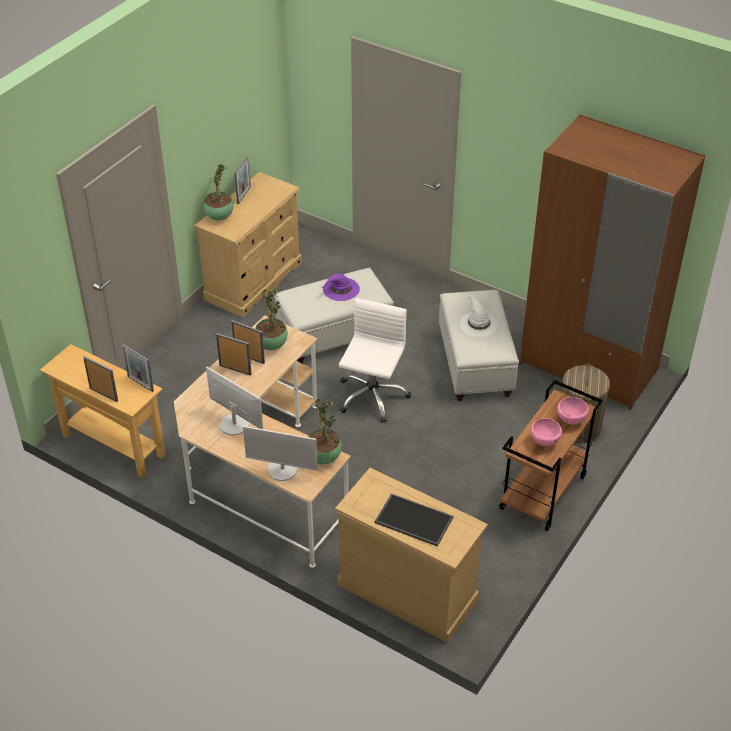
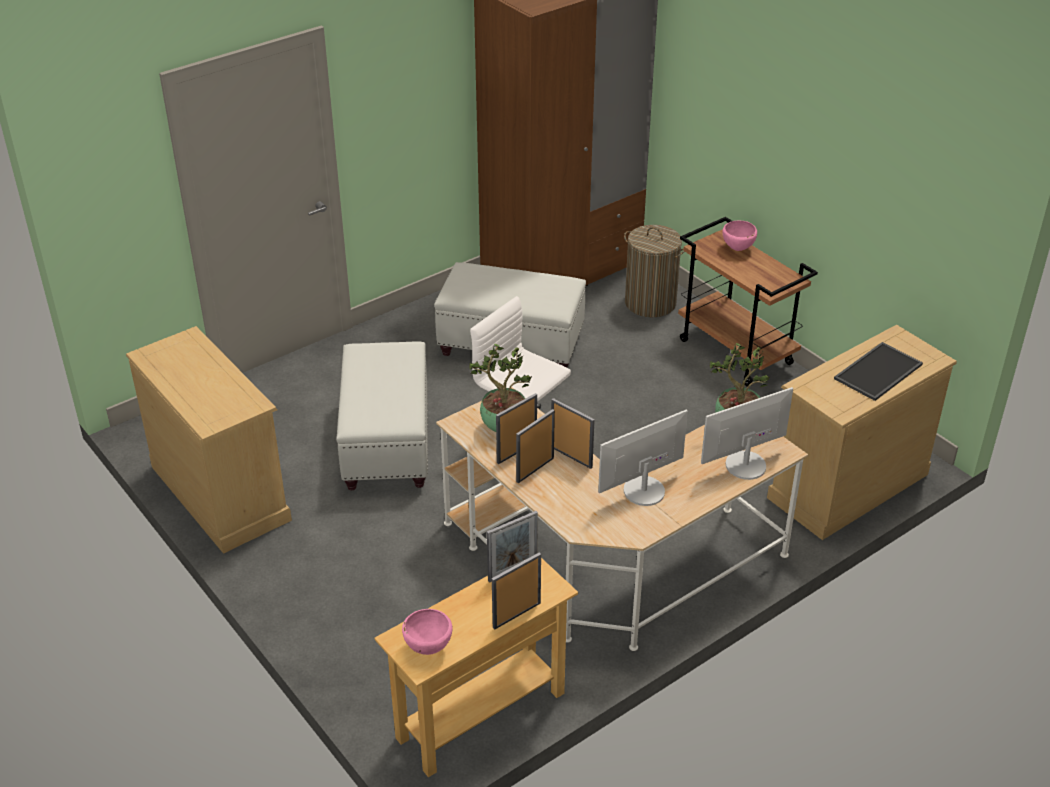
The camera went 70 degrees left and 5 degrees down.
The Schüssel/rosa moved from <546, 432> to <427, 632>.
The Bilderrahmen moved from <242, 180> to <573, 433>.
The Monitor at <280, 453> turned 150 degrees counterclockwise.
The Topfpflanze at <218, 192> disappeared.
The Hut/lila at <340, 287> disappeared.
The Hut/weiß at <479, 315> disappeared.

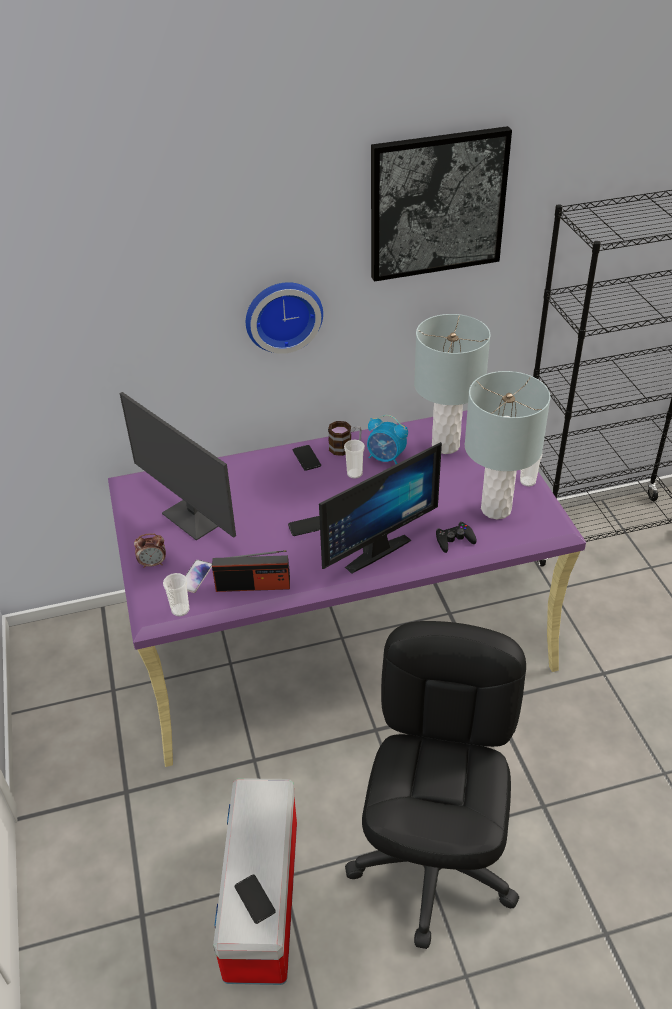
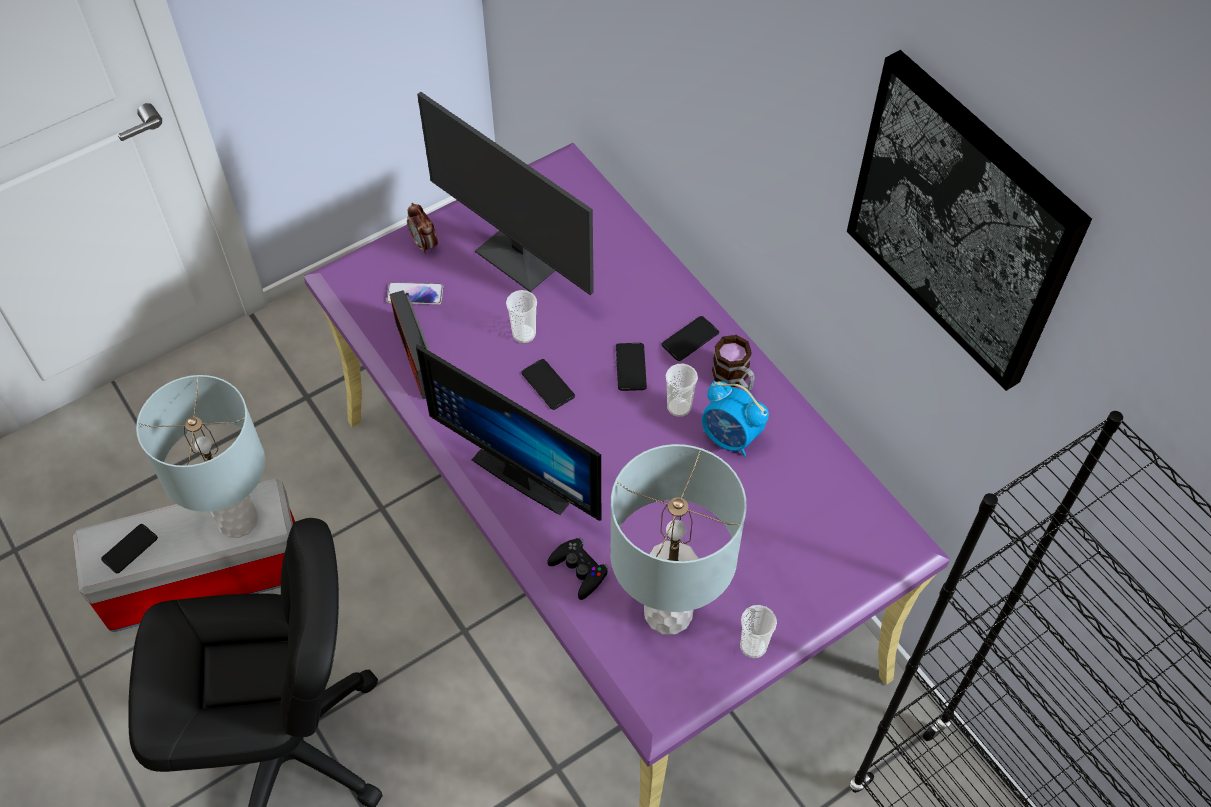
The camera went 70 degrees right and 15 degrees up.
The Tischlampe/grau moved from <452, 384> to <200, 456>.
The Monitor at <178, 466> turned 75 degrees counterclockwise.
The Tasse moved from <176, 594> to <521, 316>.
The Handy at <631, 367> appeared.
The Wecker at <387, 439> turned 60 degrees counterclockwise.
The Wanduhr at <284, 318> disappeared.

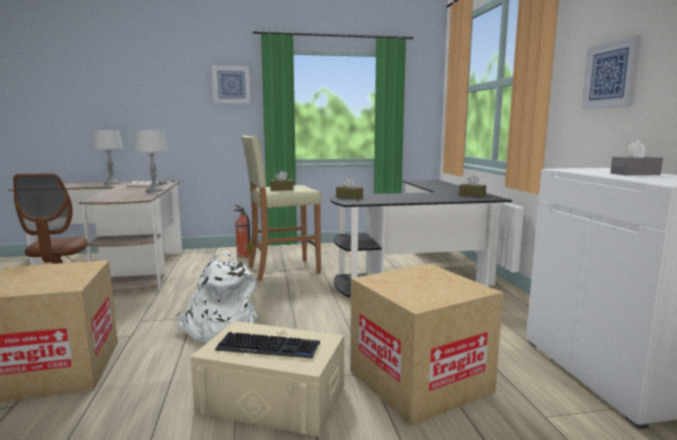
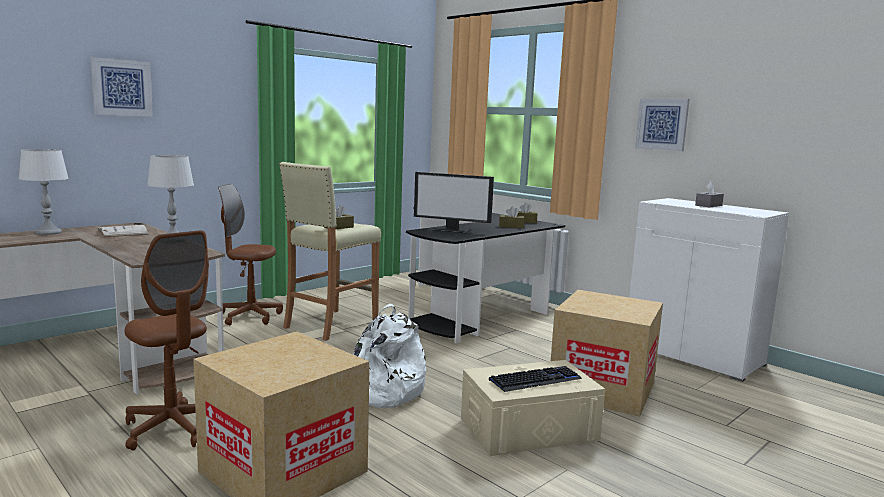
The camera went 35 degrees left and 0 degrees up.
The Bild moved from <231, 84> to <121, 86>.
The Feuerlöscher at <242, 231> was replaced by the Bürostuhl/braun at <250, 254>.
The Monitor at <454, 202> appeared.
The Taschentuchbox/braun moved from <349, 188> to <512, 217>.

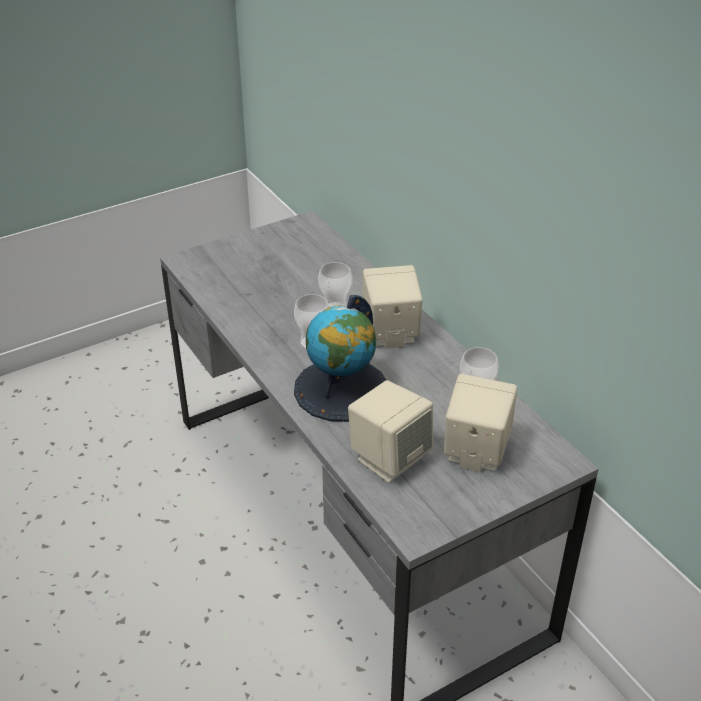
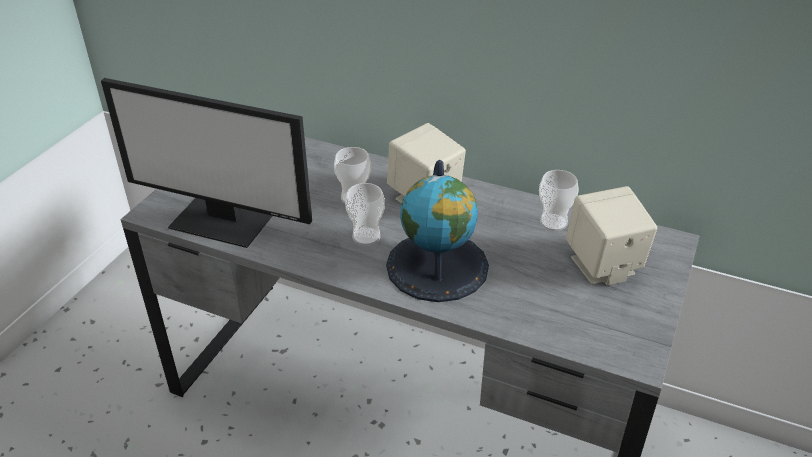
The camera went 35 degrees left and 0 degrees up.
The Monitor at <206, 163> appeared.
The Lautsprecher/beige at <391, 431> disappeared.

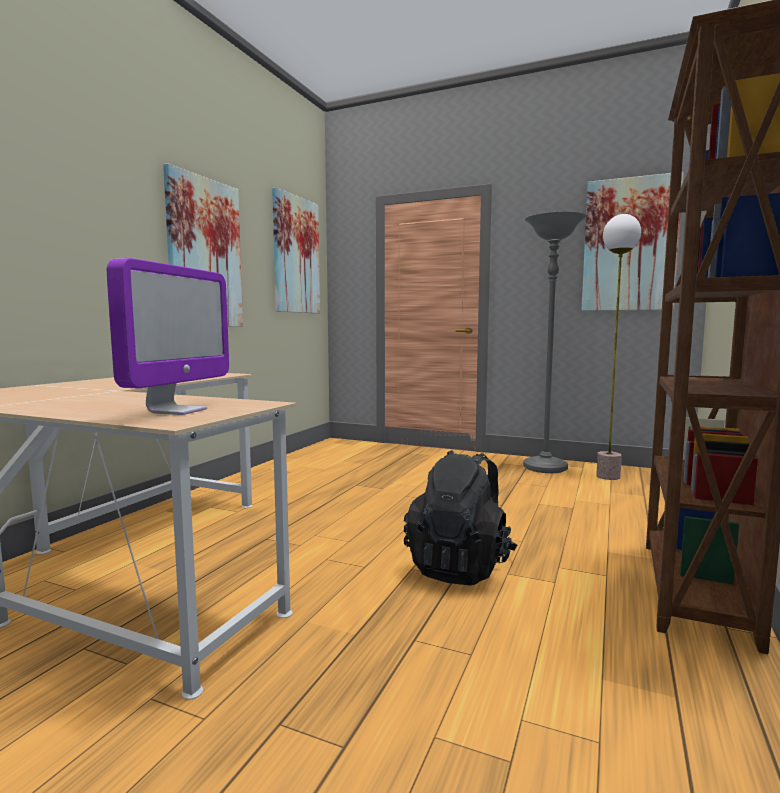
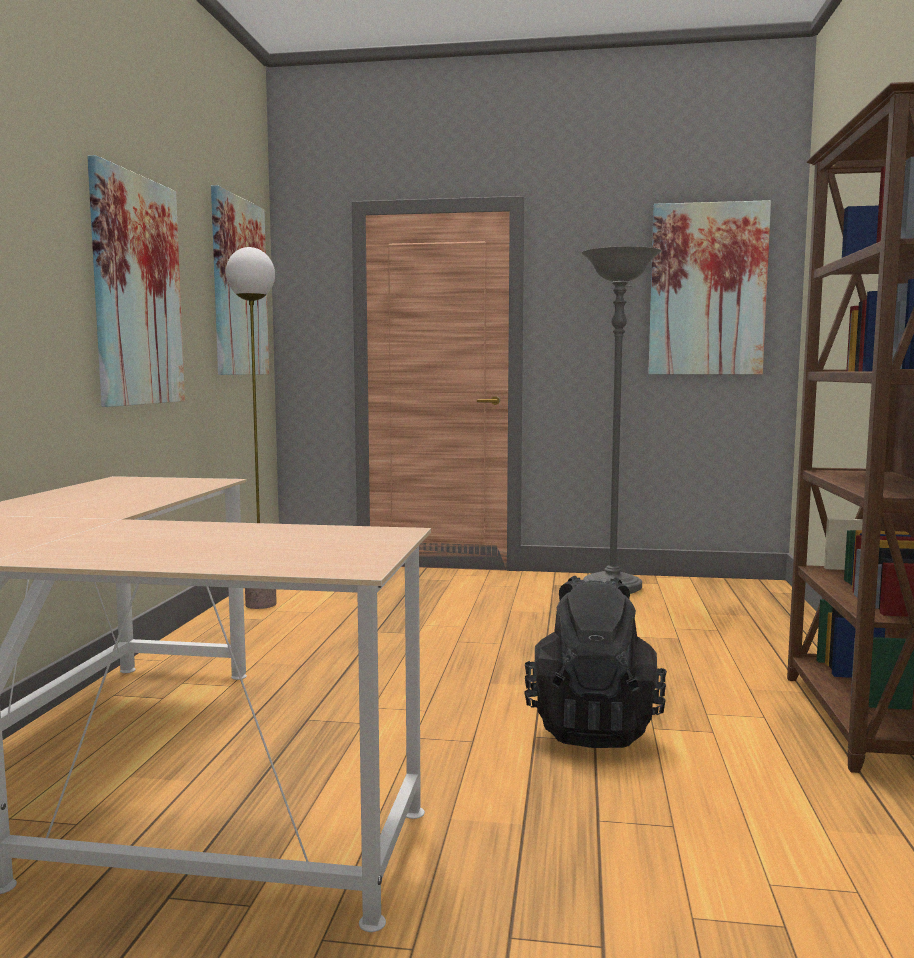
The camera went 15 degrees left and 0 degrees up.
The Stehlampe moved from <618, 347> to <251, 428>.
The Monitor at <168, 336> disappeared.

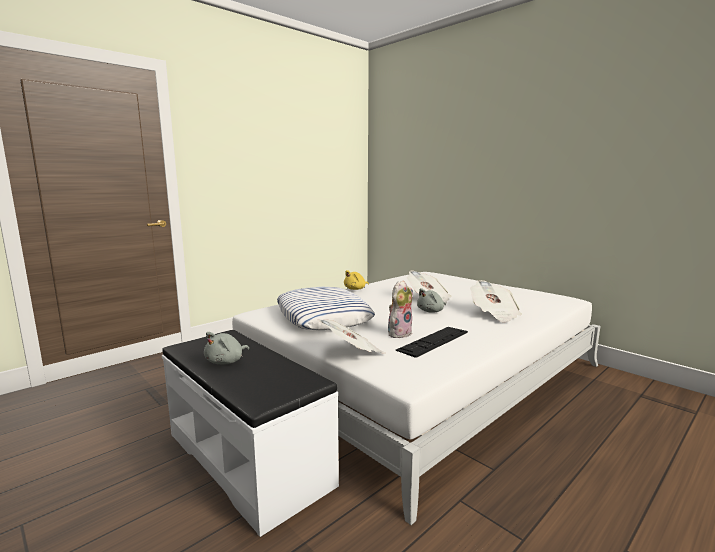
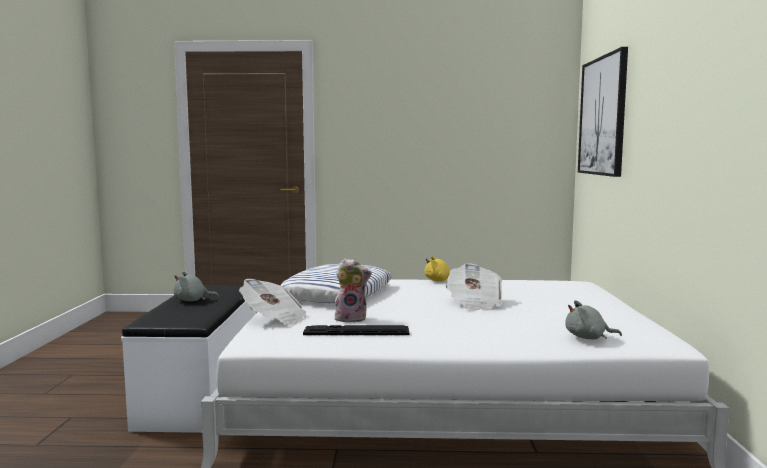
The camera went 45 degrees right and 5 degrees down.
The Plüschtier/grau moved from <431, 300> to <593, 319>.
The Bild at <603, 112> appeared.
The Zeitung at <496, 301> disappeared.

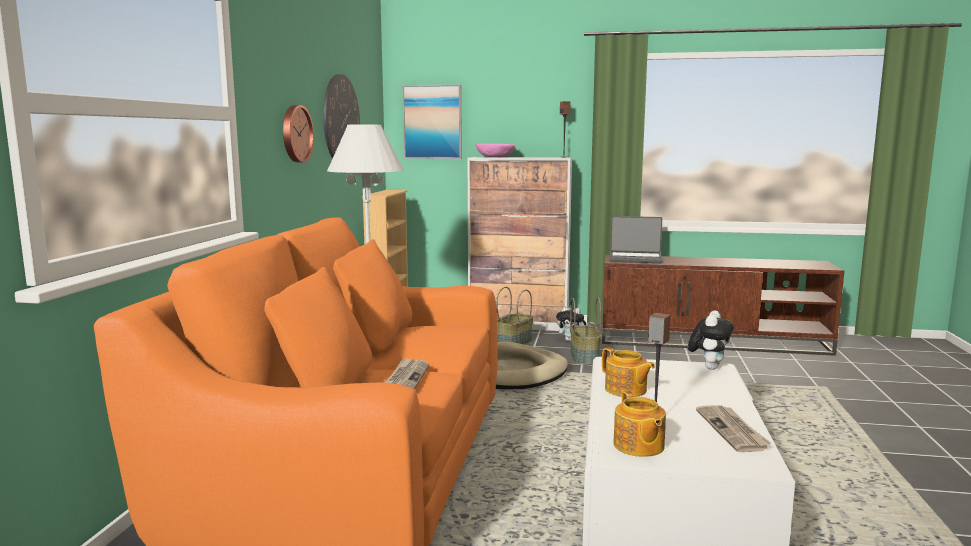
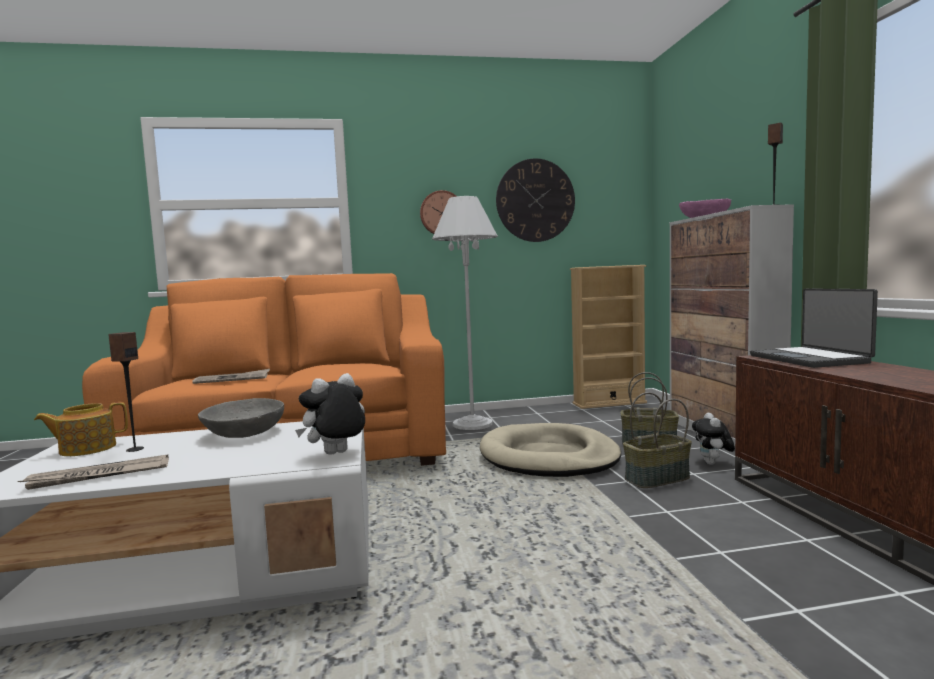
The camera went 70 degrees right and 5 degrees down.
The Teekanne at <628, 372> was replaced by the Schüssel/grau at <241, 418>.
The Plüschtier at <711, 340> turned 135 degrees clockwise.
The Bild at <432, 121> disappeared.

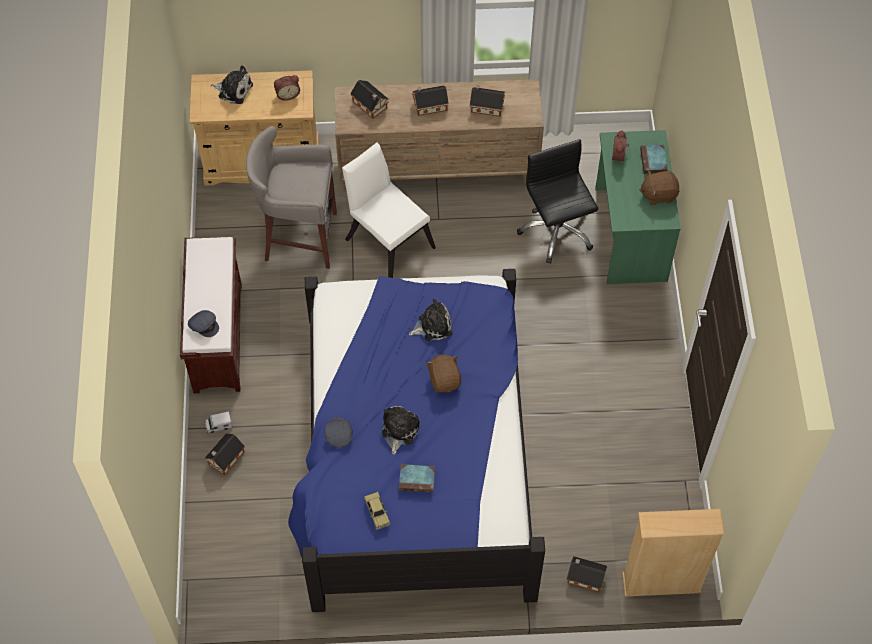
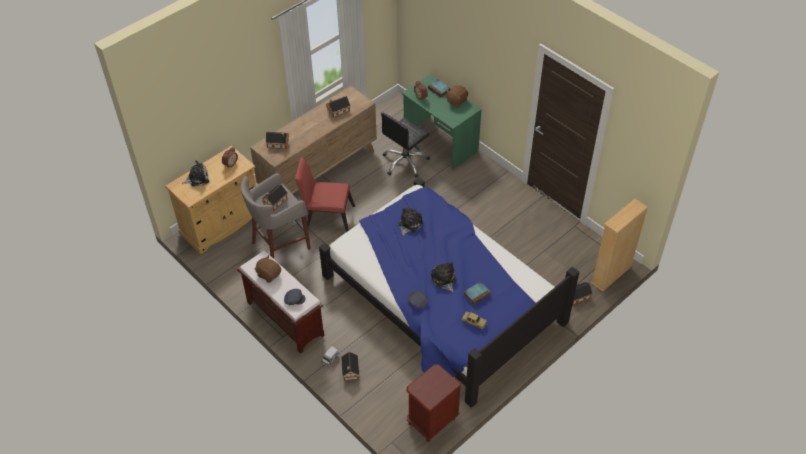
The camera went 40 degrees left and 10 degrees down.
The Plüschtier/braun moved from <443, 373> to <268, 269>.
The Spielzeughaus moved from <430, 100> to <274, 197>.
The Stuhl/weiß at <389, 210> became the Stuhl/rot at <325, 195>.
The Bürostuhl/schwarz at <557, 201> turned 75 degrees counterclockwise.
The Nachttisch/braun at <434, 403> appeared.

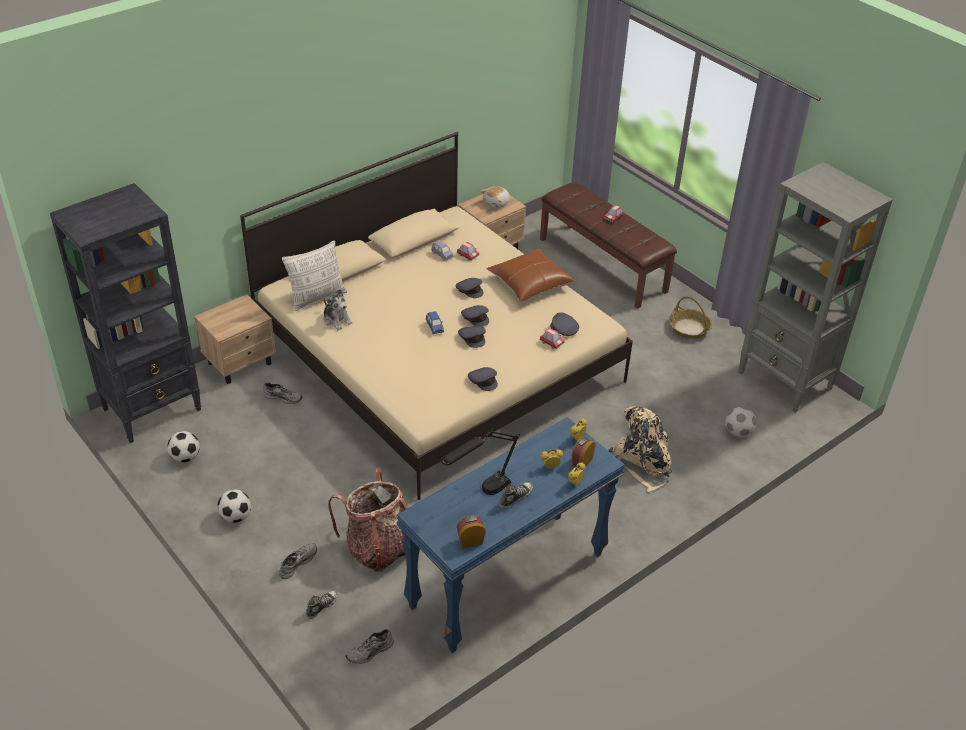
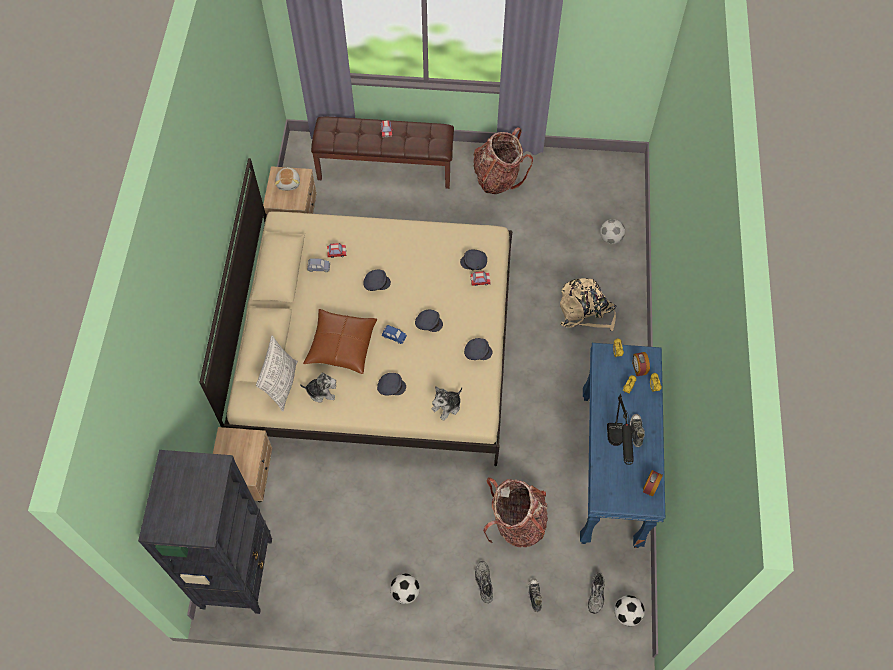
The camera went 45 degrees left and 20 degrees up.
The Kissen/braun moved from <530, 275> to <340, 341>.
The Kappe/grau moved from <475, 316> to <391, 384>.
The Plüschtier at <447, 403> appeared.
The Korb at <690, 317> was replaced by the Rucksack at <503, 160>.
The Fußball moved from <183, 447> to <629, 610>.
The Schuh/grau at <282, 393> disappeared.
The Bücherregal/grau at <815, 287> disappeared.

